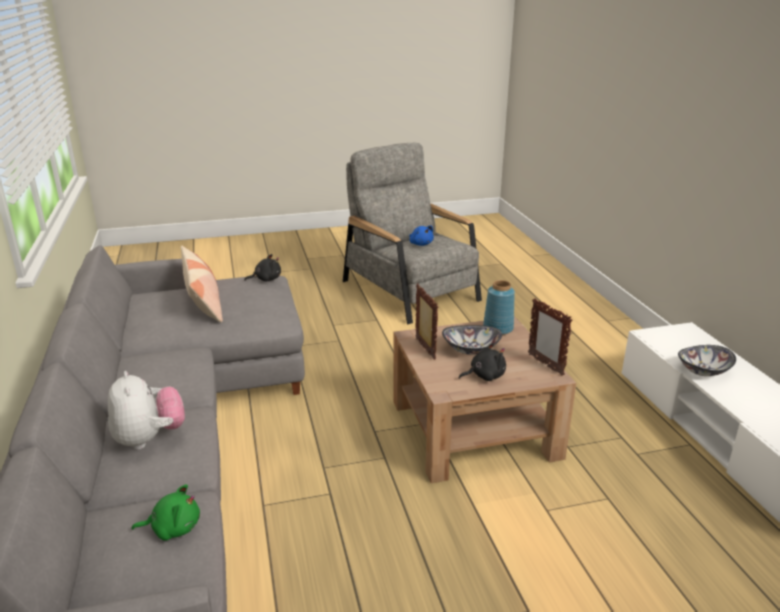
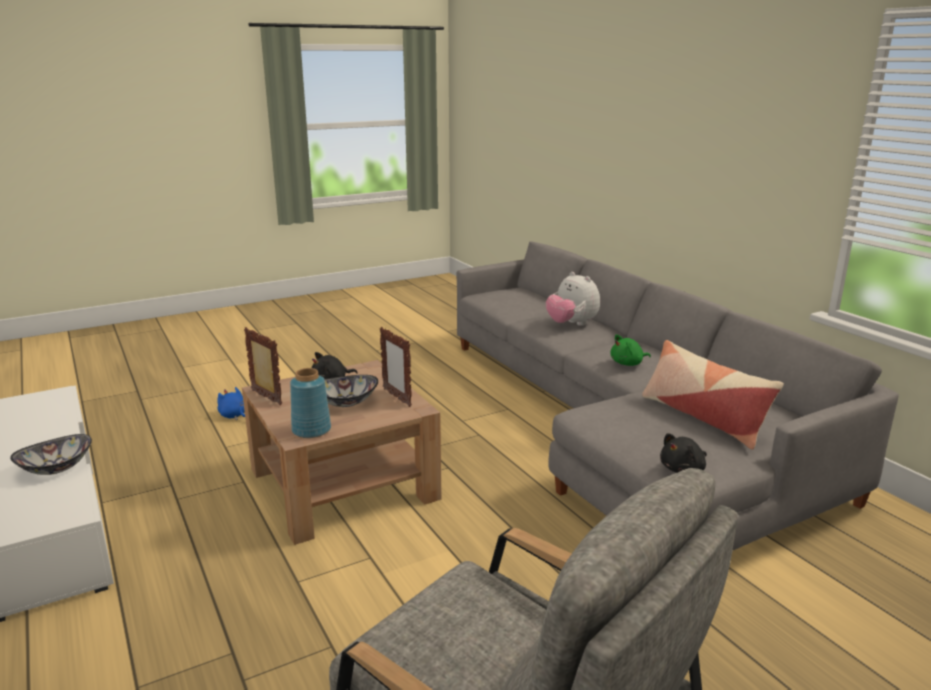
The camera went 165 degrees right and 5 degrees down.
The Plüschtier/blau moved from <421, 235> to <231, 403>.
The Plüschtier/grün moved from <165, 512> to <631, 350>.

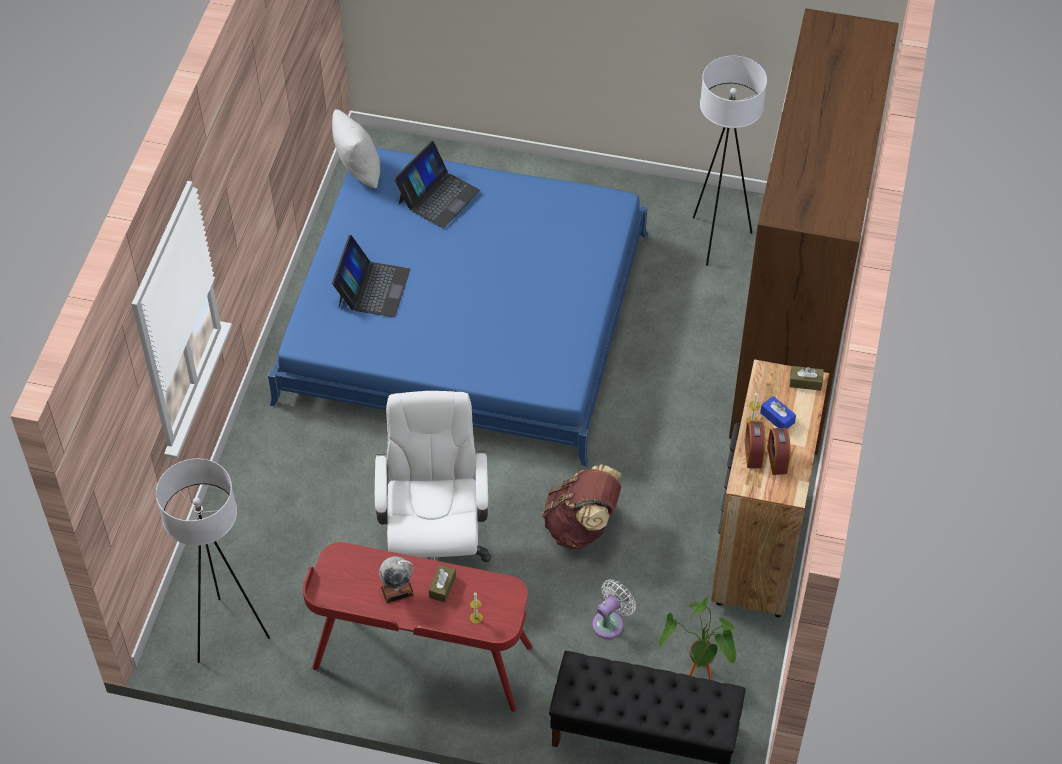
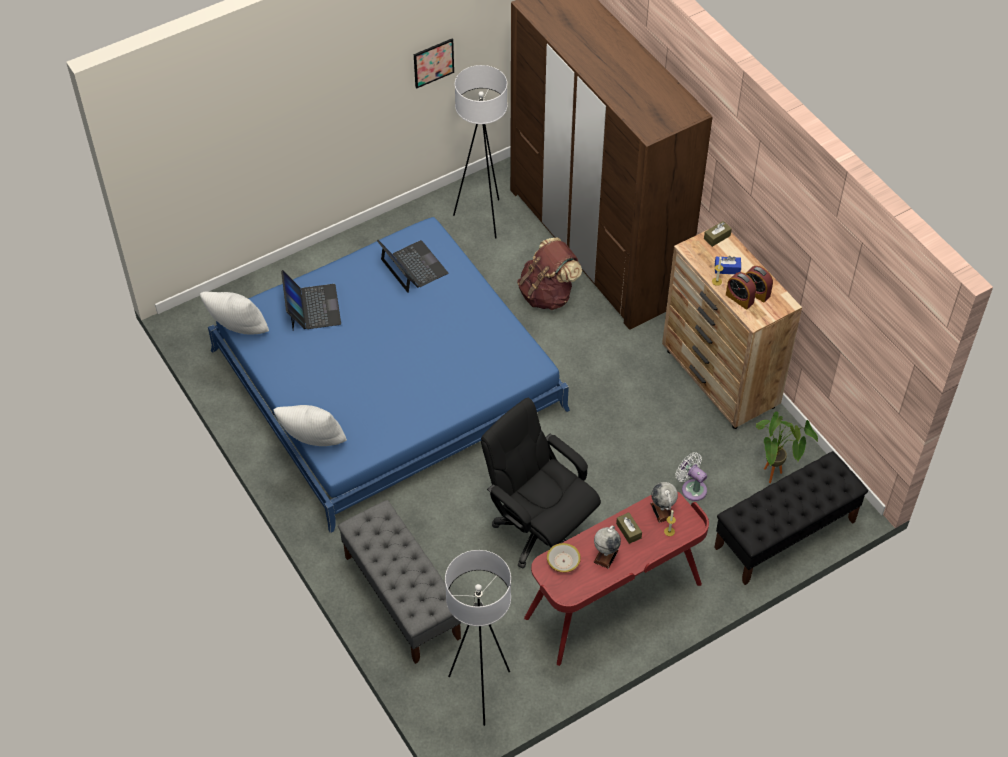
The camera went 45 degrees left and 0 degrees up.
The Kissen/weiß at <310, 425> appeared.
The Bank/grau at <399, 582> appeared.
The Laptop moved from <371, 276> to <412, 266>.
The Bild at <434, 64> appeared.
The Bürostuhl/weiß at <433, 476> became the Bürostuhl/schwarz at <541, 483>.
The Rucksack/braun moved from <582, 506> to <549, 273>.
The Schüssel at <564, 558> appeared.
The Globus at <664, 502> appeared.
The Ventilator/weiß at <614, 609> turned 45 degrees counterclockwise.

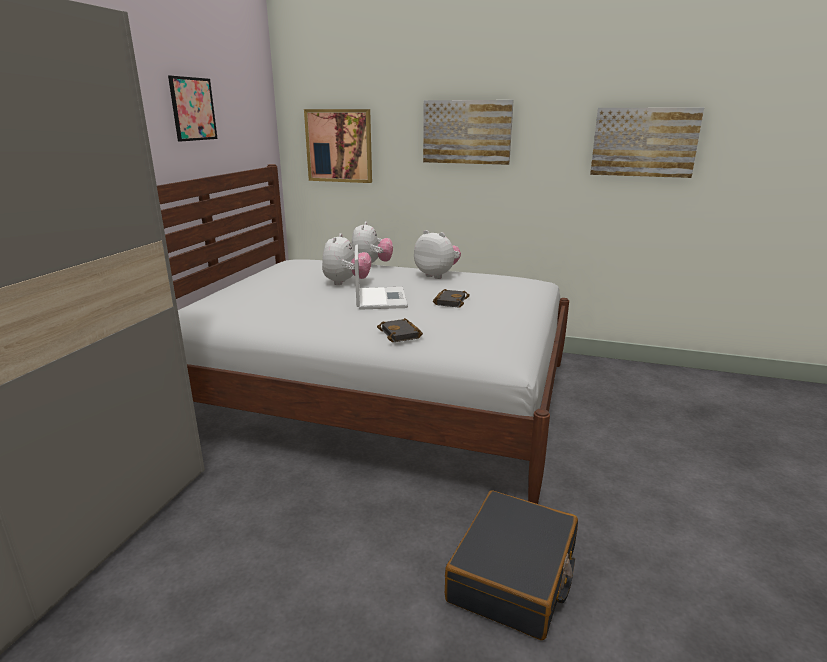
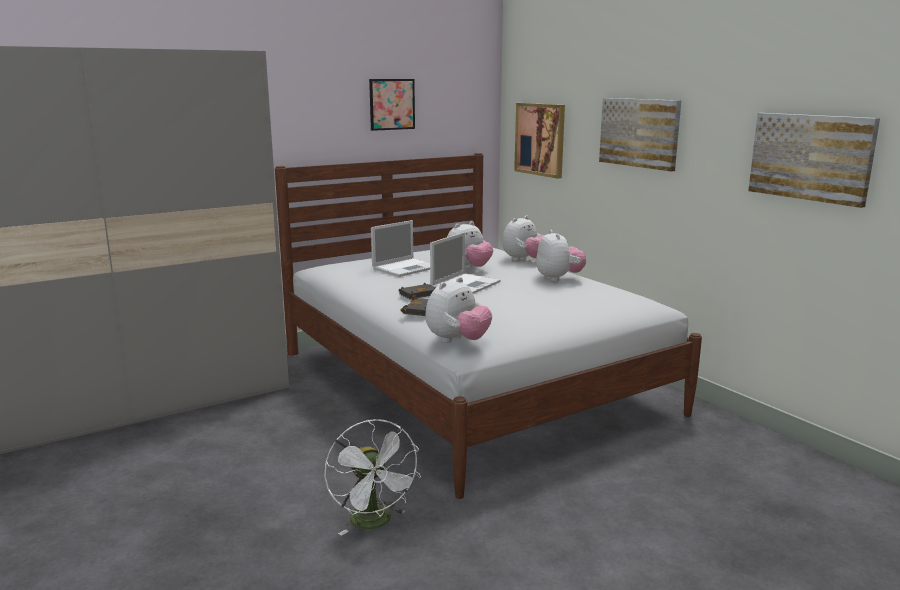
The camera went 40 degrees right and 5 degrees down.
The Koffer/schwarz at <511, 565> was replaced by the Ventilator/weiß at <372, 477>.
The Laptop at <400, 248> appeared.
The Buch/schwarz moved from <451, 298> to <417, 291>.
The Plüschtier at <458, 310> appeared.

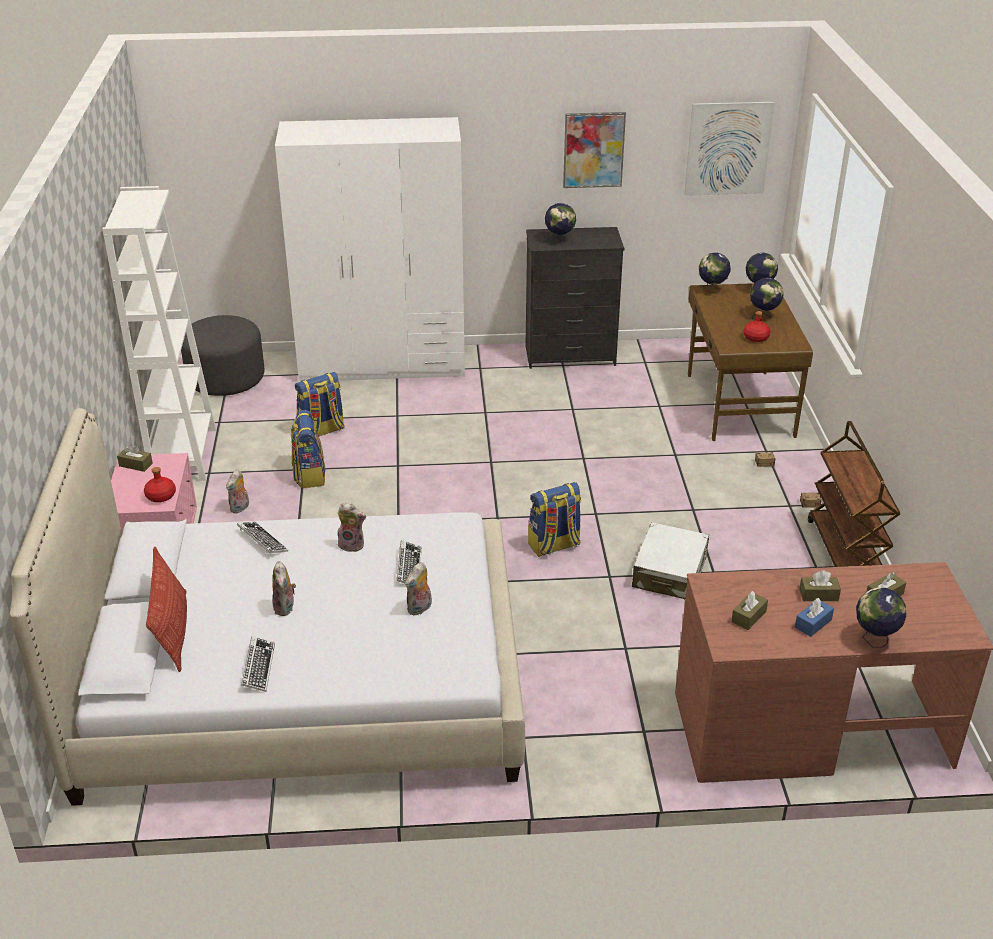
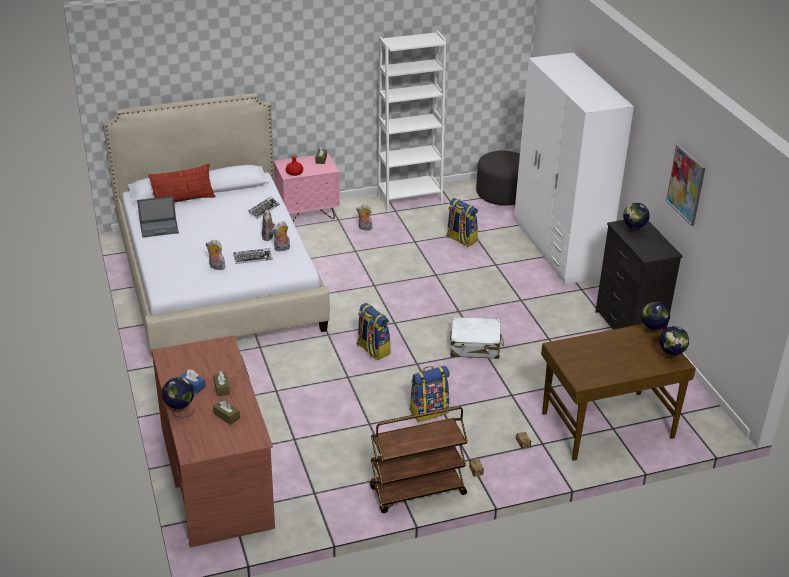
The camera went 75 degrees right and 0 degrees up.
The Tastatur at <258, 664> was replaced by the Laptop at <158, 217>.
The Plüschtier moved from <284, 588> to <280, 236>.
The Rucksack moved from <308, 449> to <430, 394>.
The Koffer/weiß moved from <670, 560> to <477, 338>.
The Bild at <729, 149> disappeared.
The Taschentuchbox/braun at <749, 610> disappeared.
The Flasche/rot at <757, 326> disappeared.
The Globus at <767, 299> disappeared.

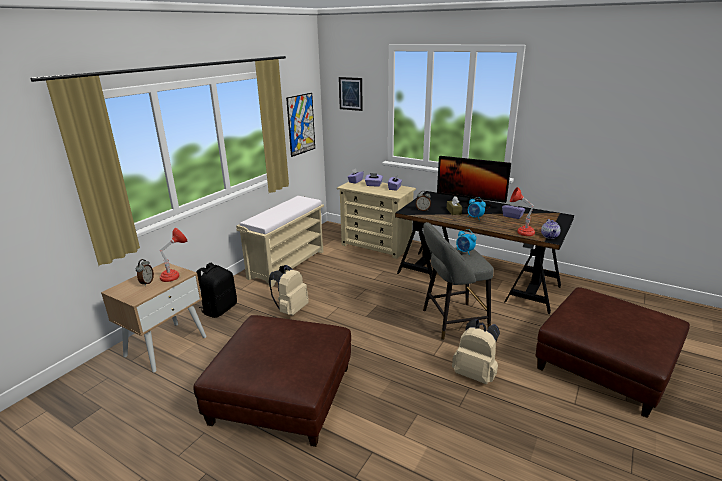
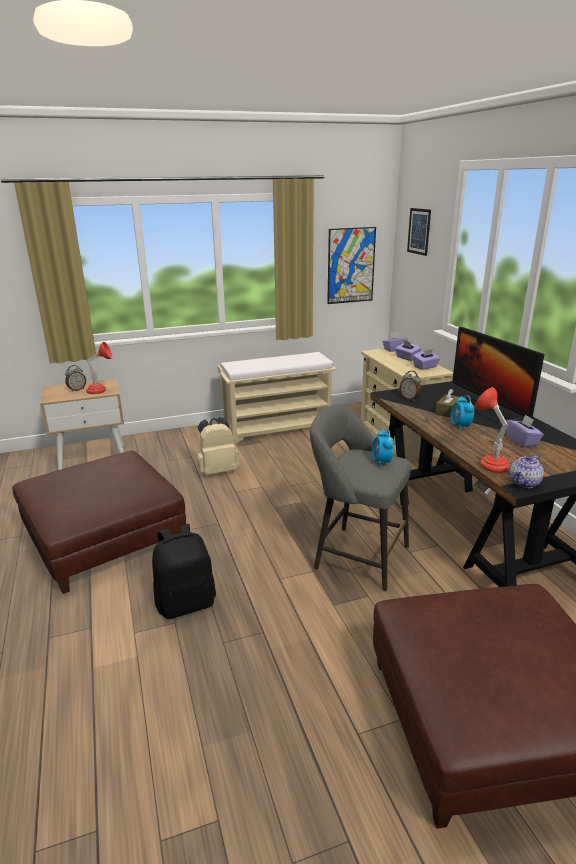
The camera went 40 degrees right and 0 degrees up.
The Rucksack/schwarz moved from <217, 290> to <184, 571>.
The Rucksack/beige at <476, 351> disappeared.

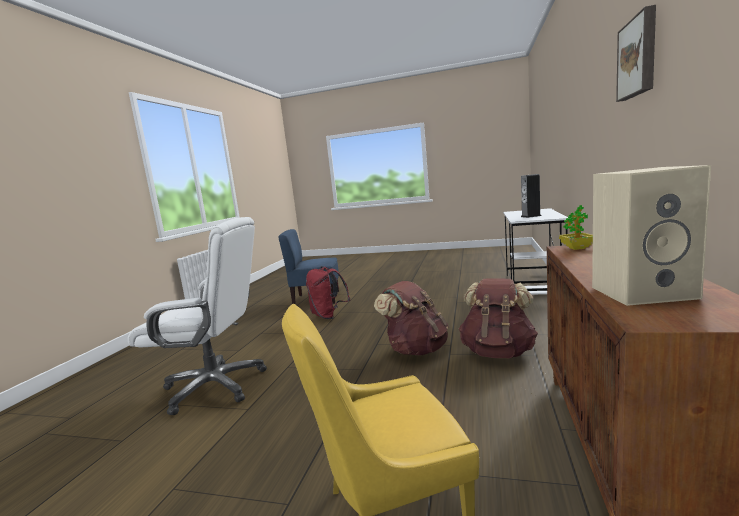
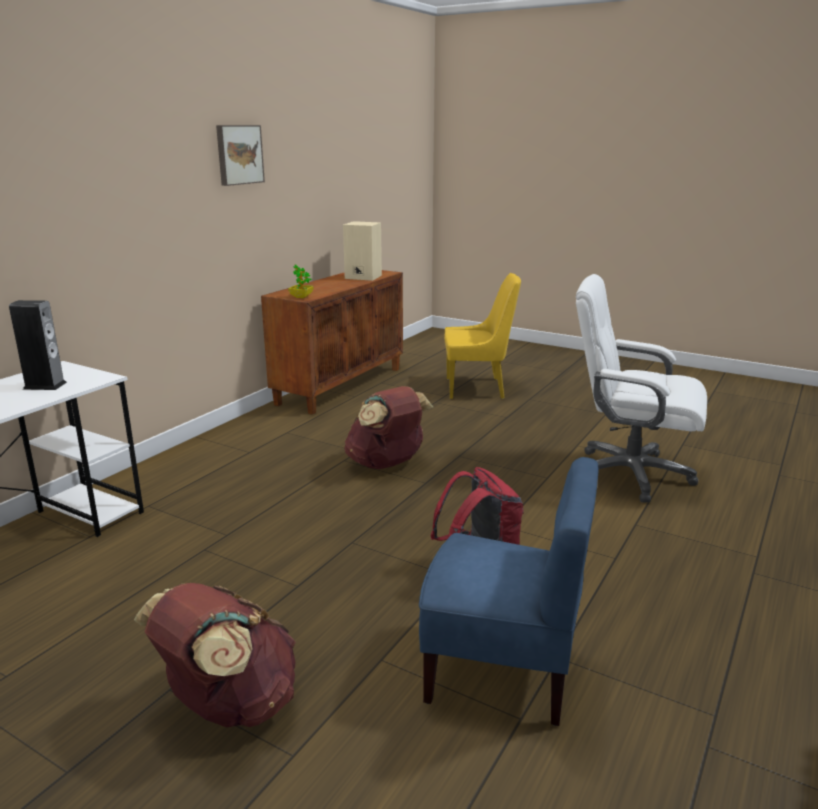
The camera went 165 degrees left and 10 degrees up.
The Rucksack/braun moved from <498, 318> to <215, 655>.

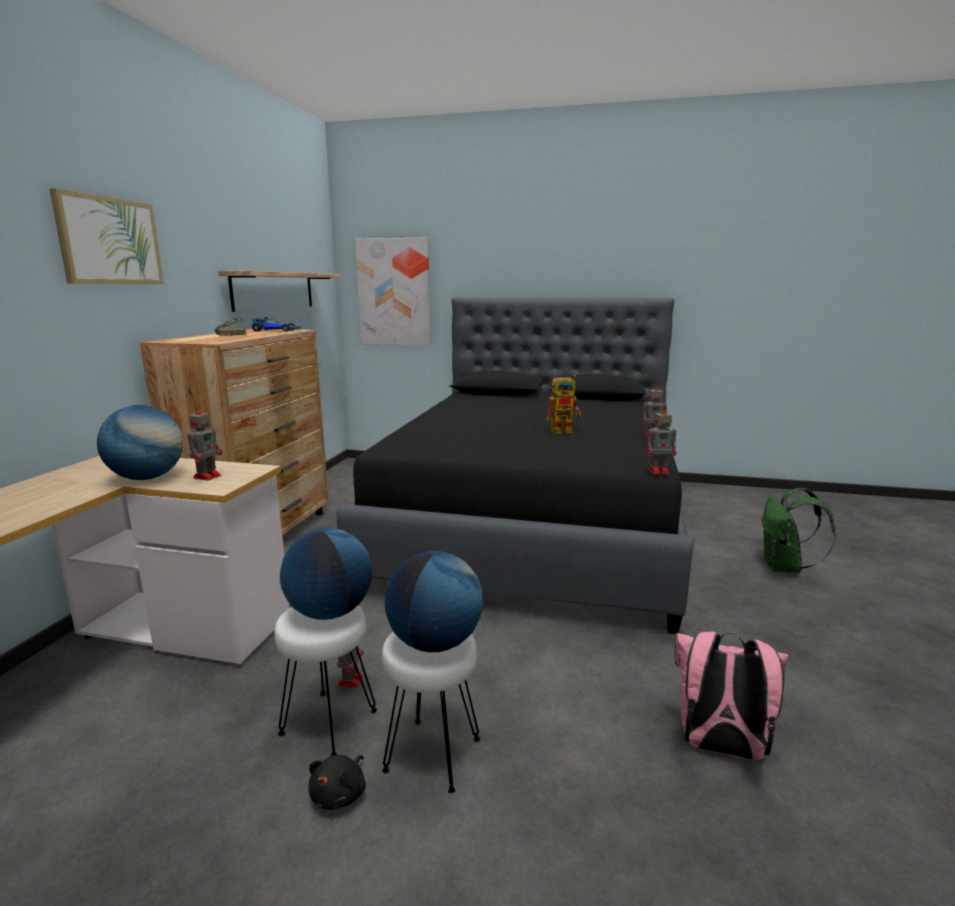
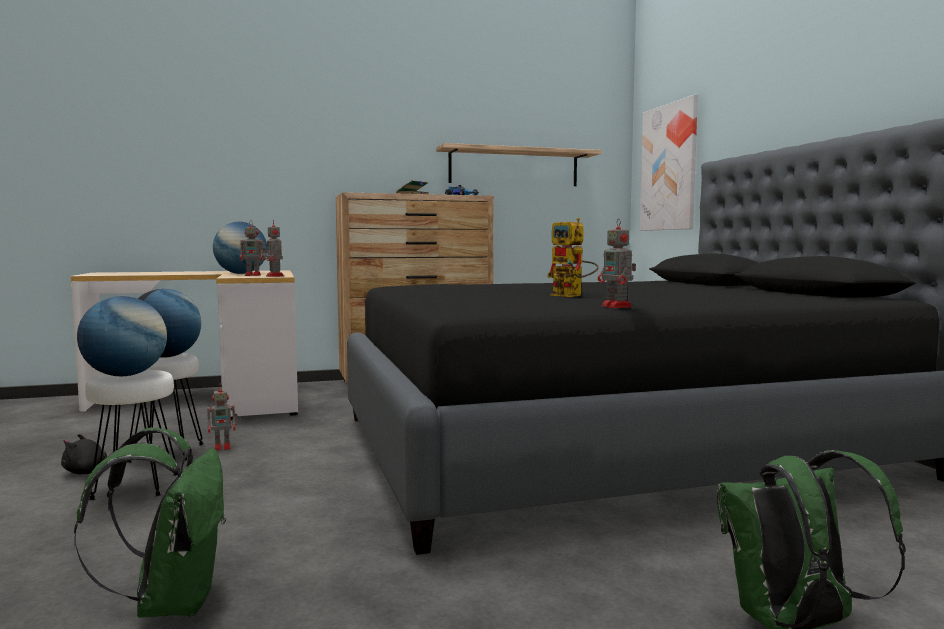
The camera went 60 degrees right and 10 degrees down.
The Rucksack/rosa at <731, 696> became the Rucksack/grün at <150, 522>.
The Spielzeugroboter moved from <661, 440> to <274, 248>.
The Bild at <106, 236> disappeared.

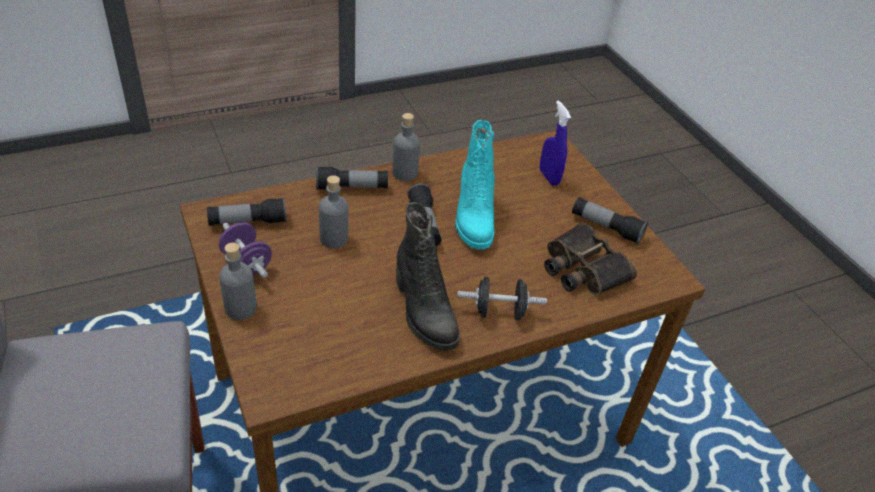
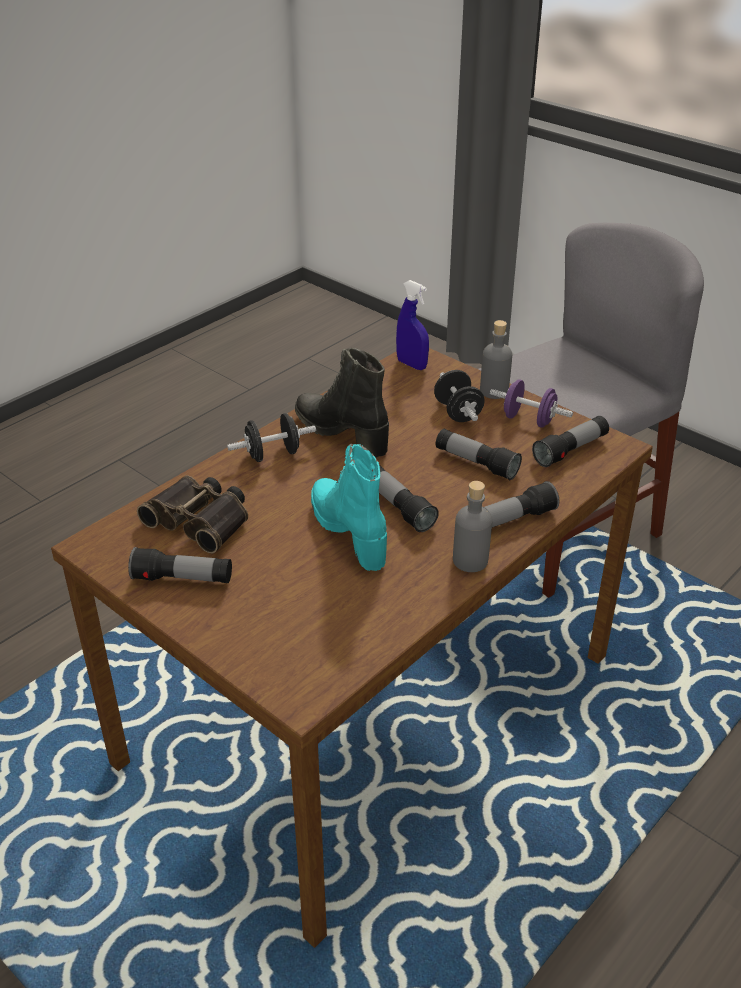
The camera went 160 degrees right and 5 degrees down.
The Sprühflasche/blau moved from <555, 143> to <412, 325>.
The Hantel/schwarz at <459, 396> appeared.
The Flasche/grau at <334, 211> was replaced by the Taschenlampe at <479, 454>.

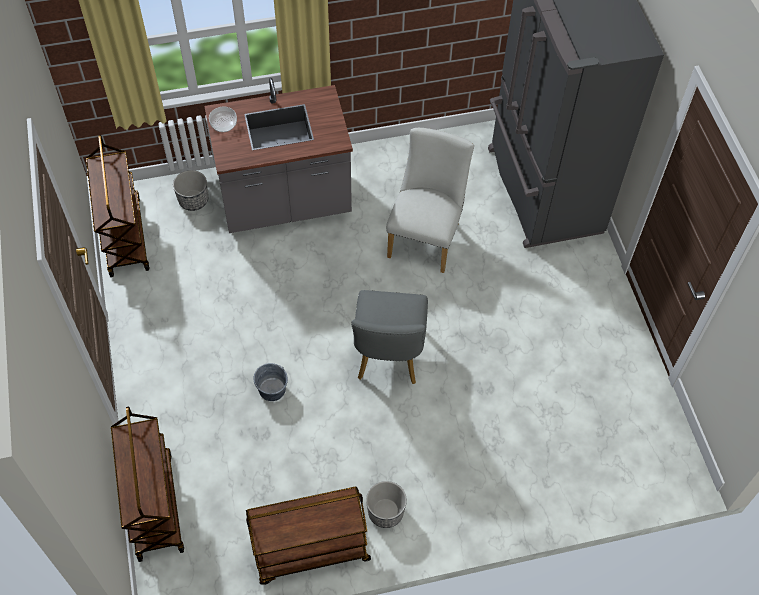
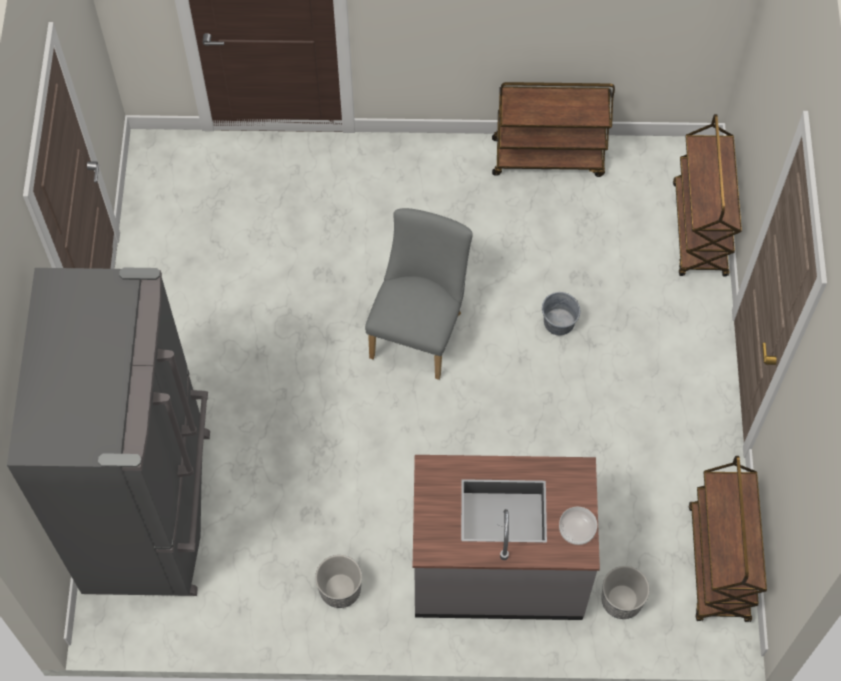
The camera went 165 degrees left and 5 degrees up.
The Pflanzkübel moved from <386, 504> to <338, 581>.
The Stuhl/weiß at <430, 200> disappeared.

